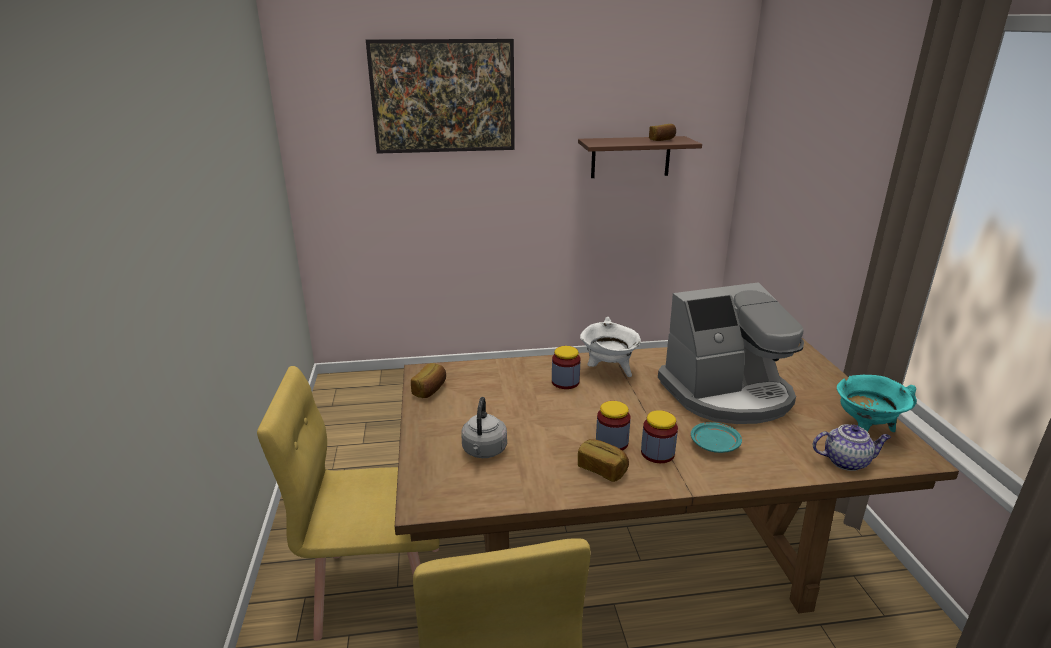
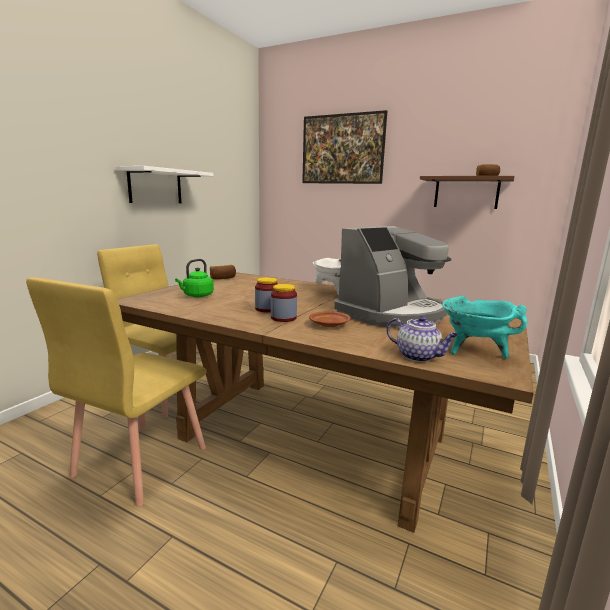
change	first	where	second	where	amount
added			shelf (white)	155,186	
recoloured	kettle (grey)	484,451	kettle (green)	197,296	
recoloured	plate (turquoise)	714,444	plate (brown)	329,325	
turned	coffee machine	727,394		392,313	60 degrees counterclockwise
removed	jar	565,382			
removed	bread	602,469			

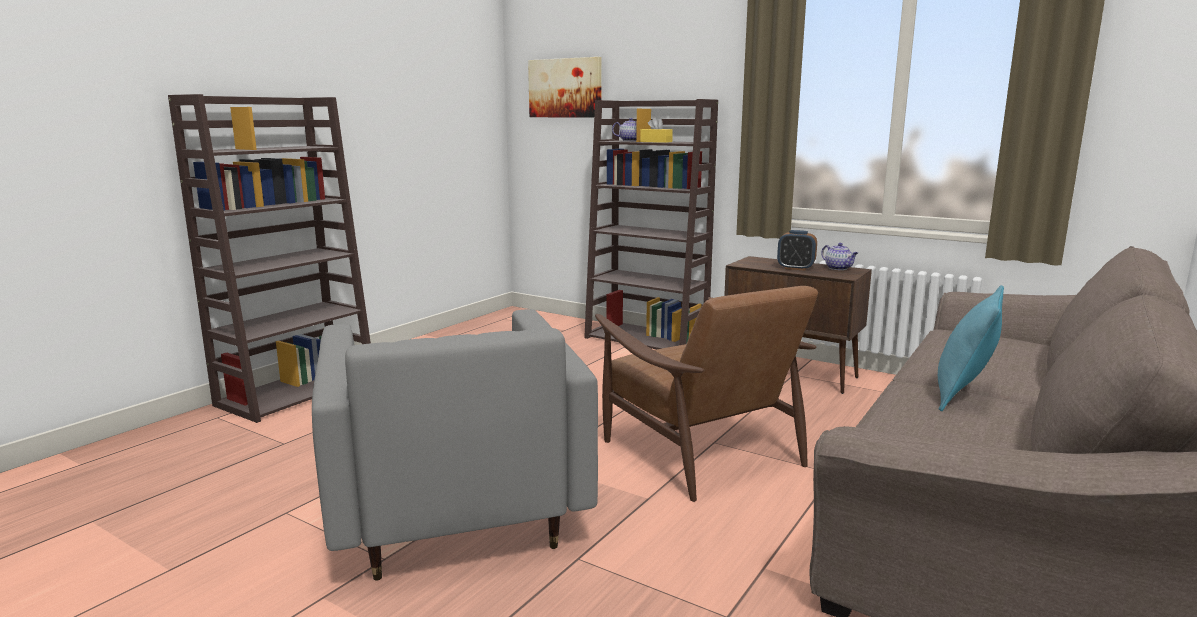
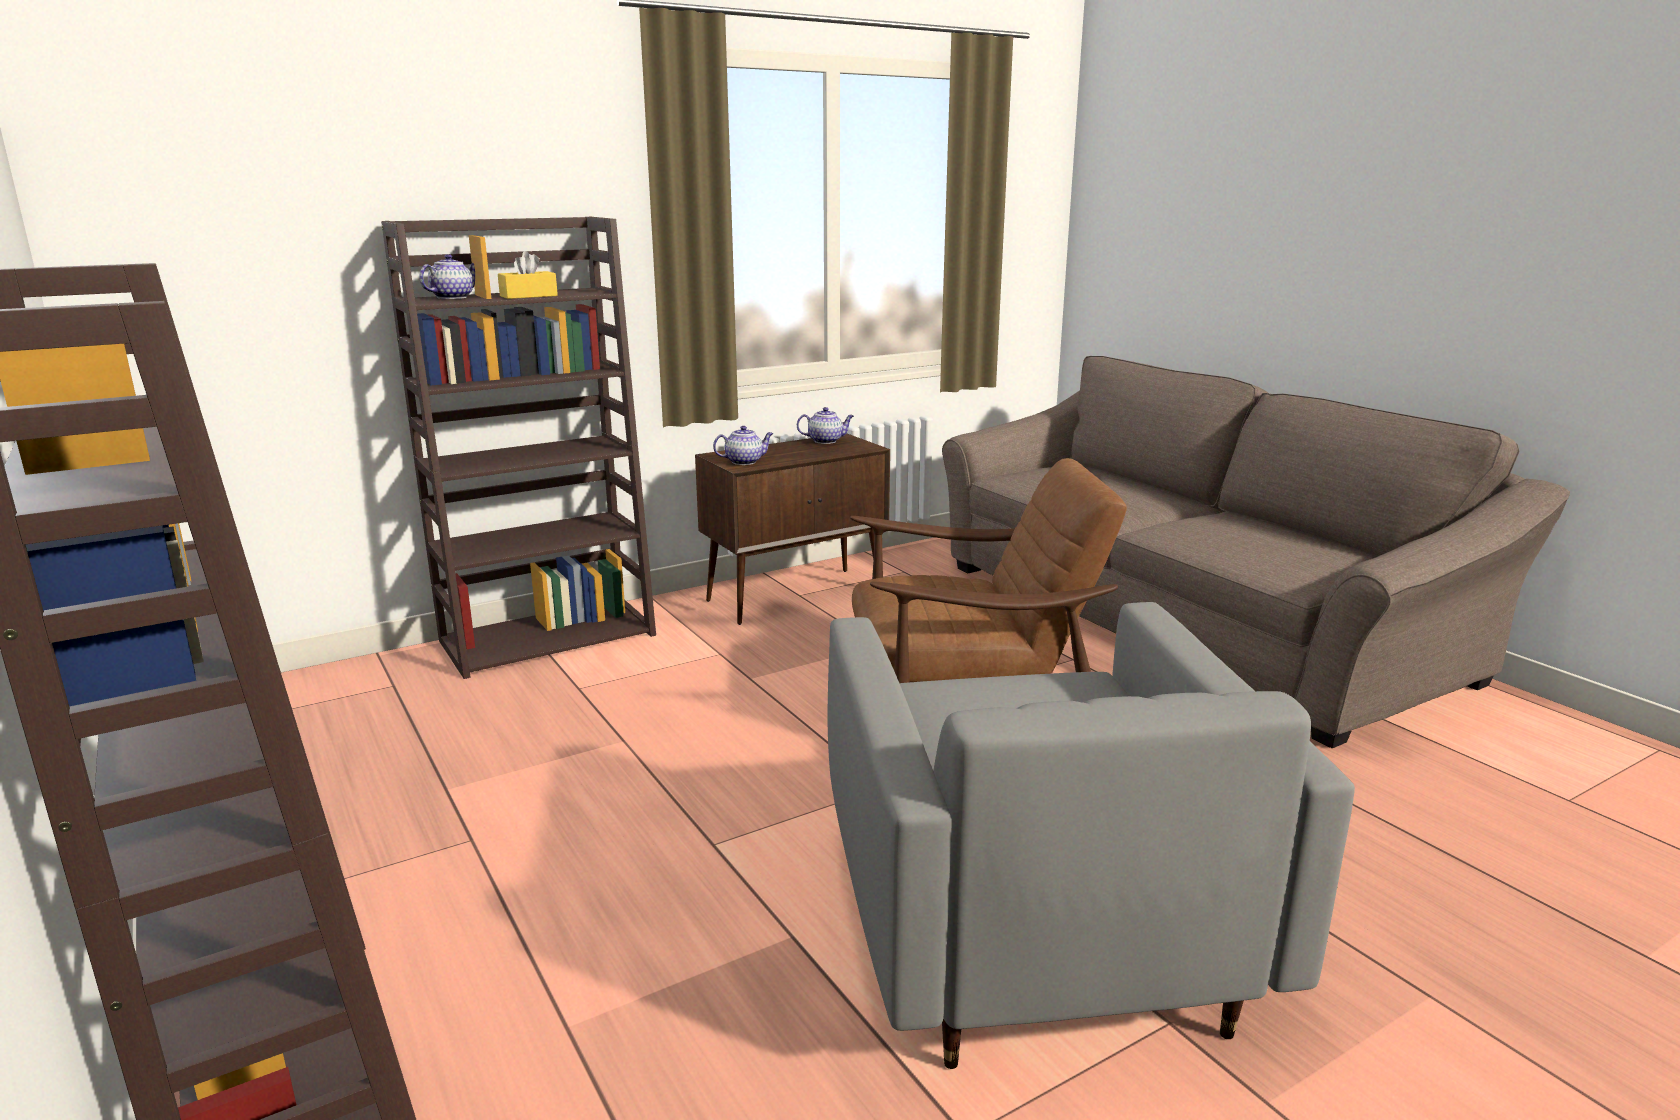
change	first	where	second	where	amount
added			teapot	744,462	
turned	armchair (grey)	454,507		1034,929	75 degrees clockwise
removed	picture	565,88			
removed	alarm clock	795,268			
removed	pillow (turquoise)	962,395			

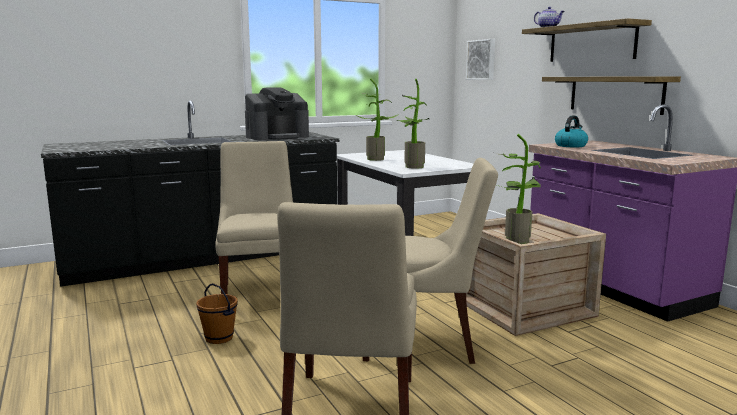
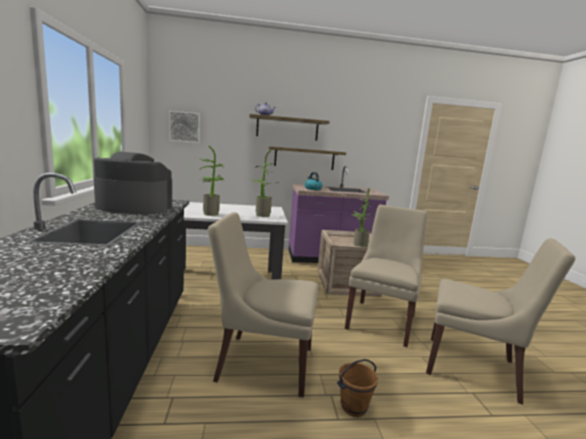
change	first	where	second	where	amount
turned	coffee machine	277,137		134,207	75 degrees counterclockwise

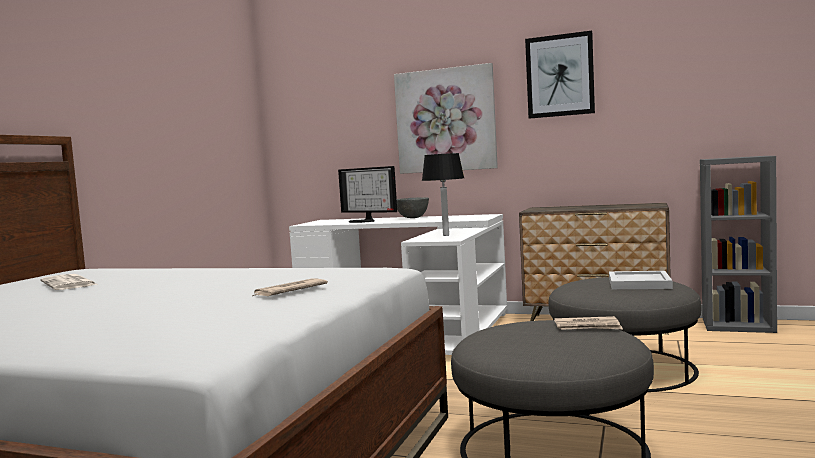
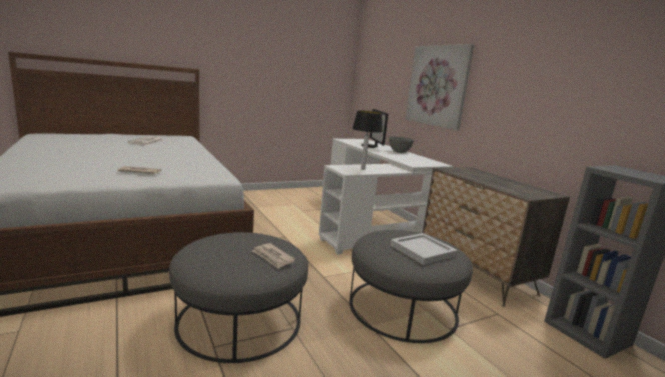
change	first	where	second	where	amount
removed	picture	560,75			

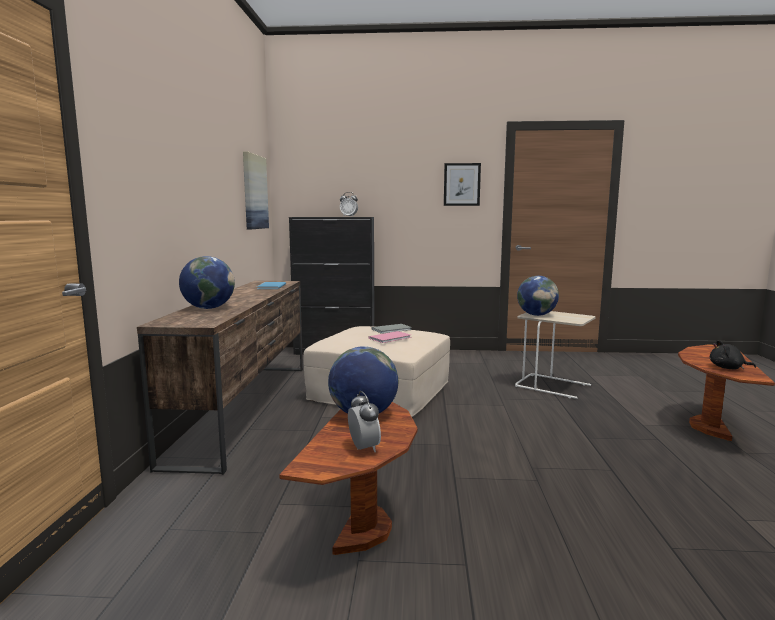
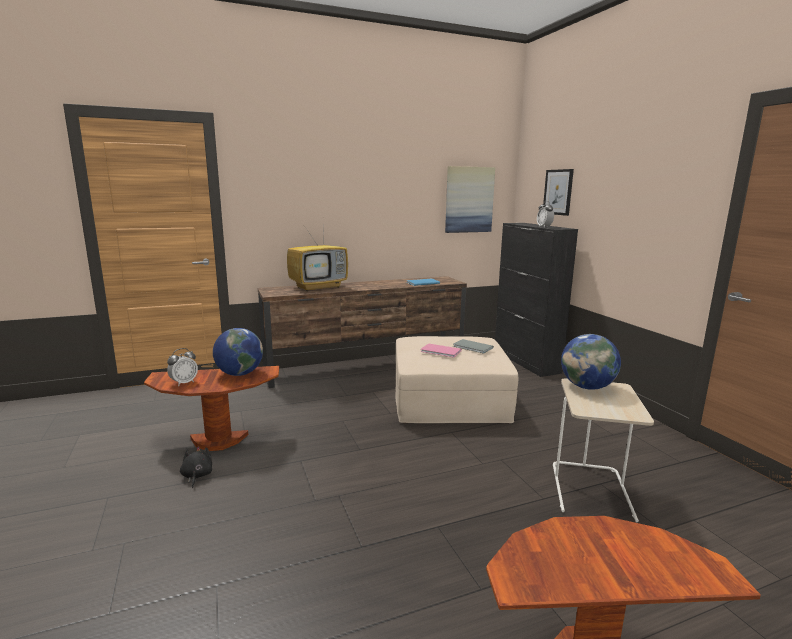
change	first	where	second	where	amount
moved	plush toy (black)	728,368		197,476	
replaced	globe	208,308	television	319,287	
moved	picture	462,184		558,192	

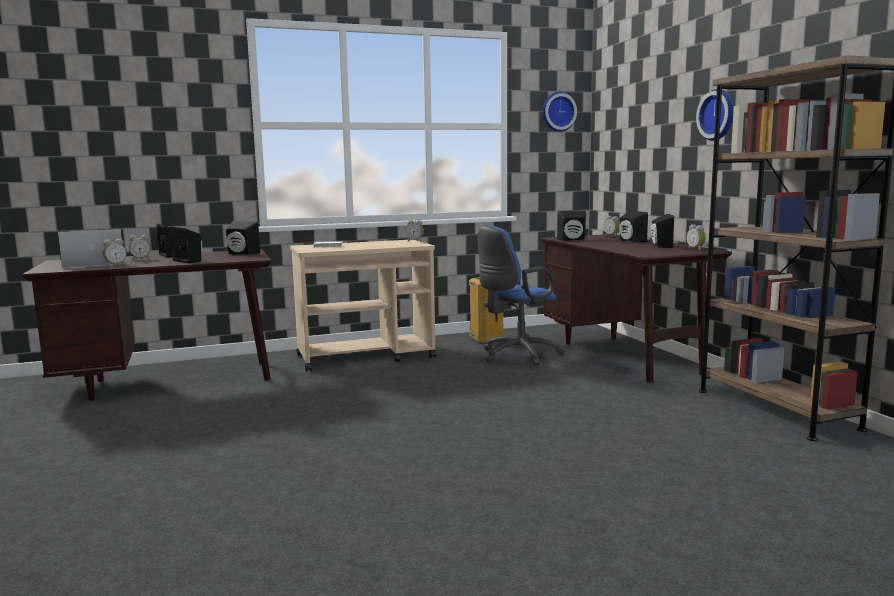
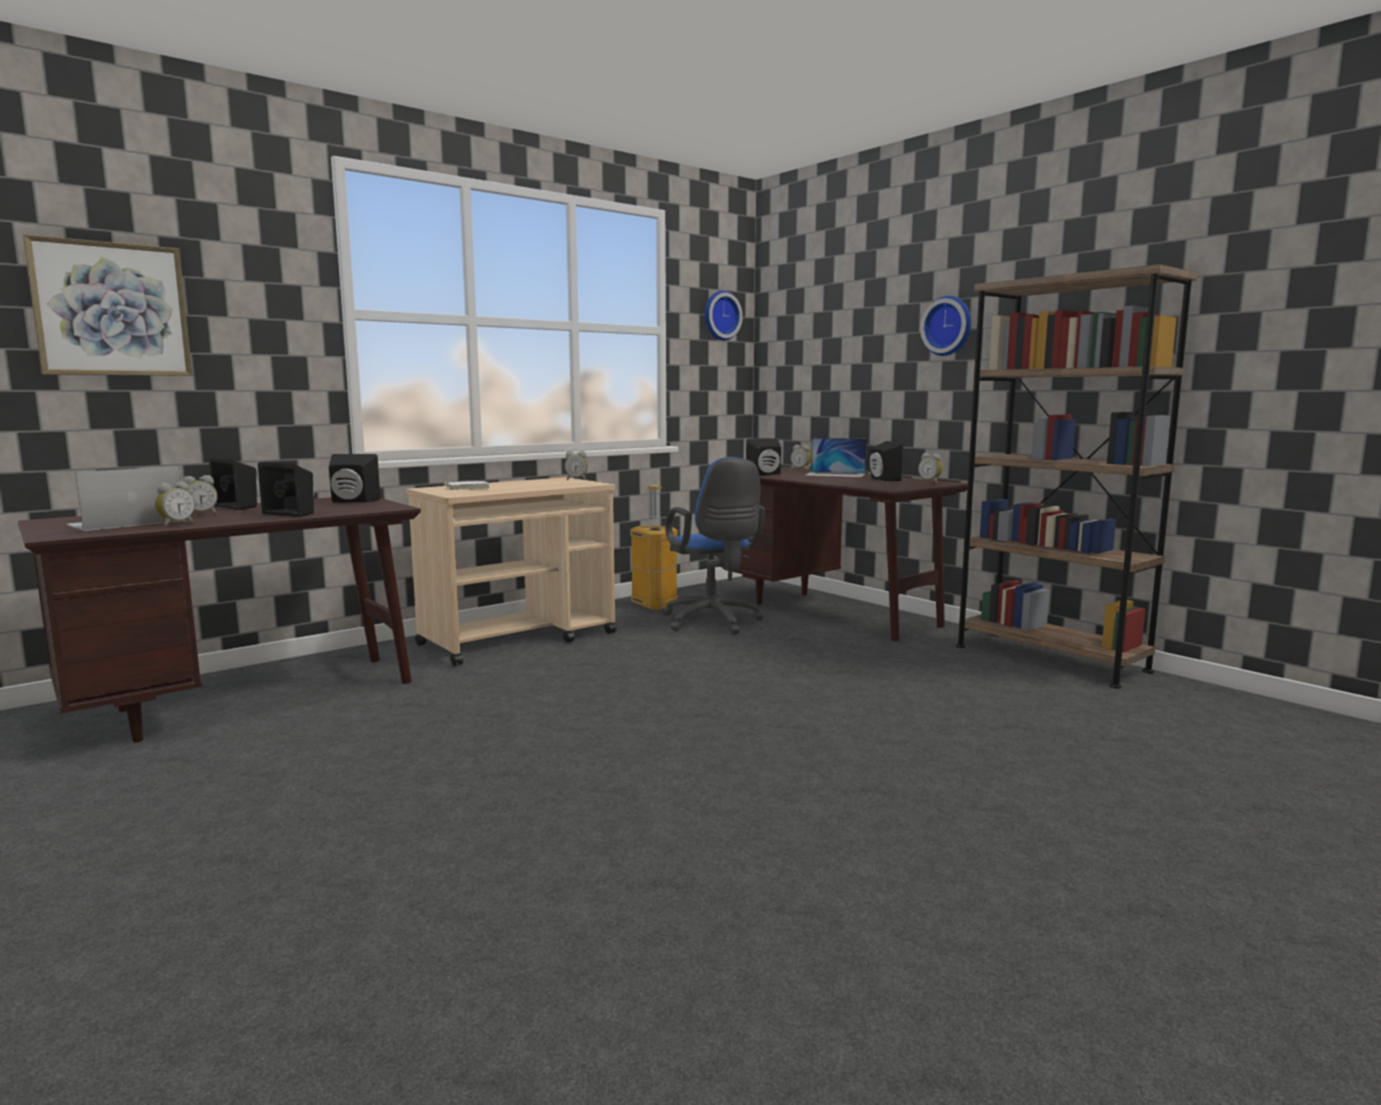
change	first	where	second	where	amount
added			picture	112,309	
turned	office chair (blue)	516,356		713,623	60 degrees counterclockwise
replaced	speaker (black)	630,241	laptop	835,474	

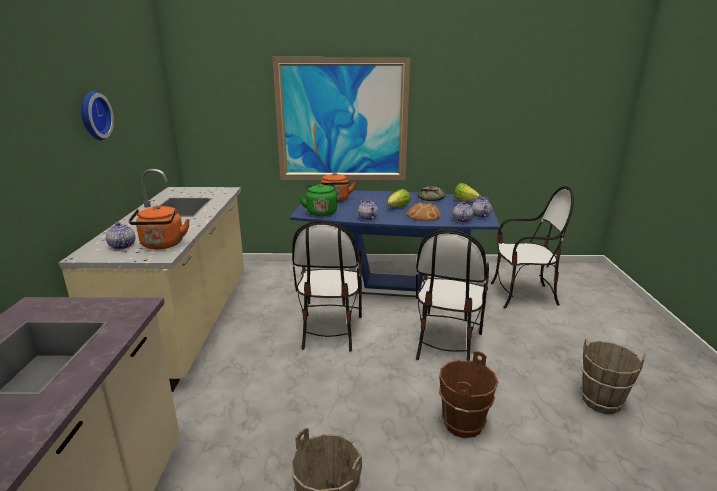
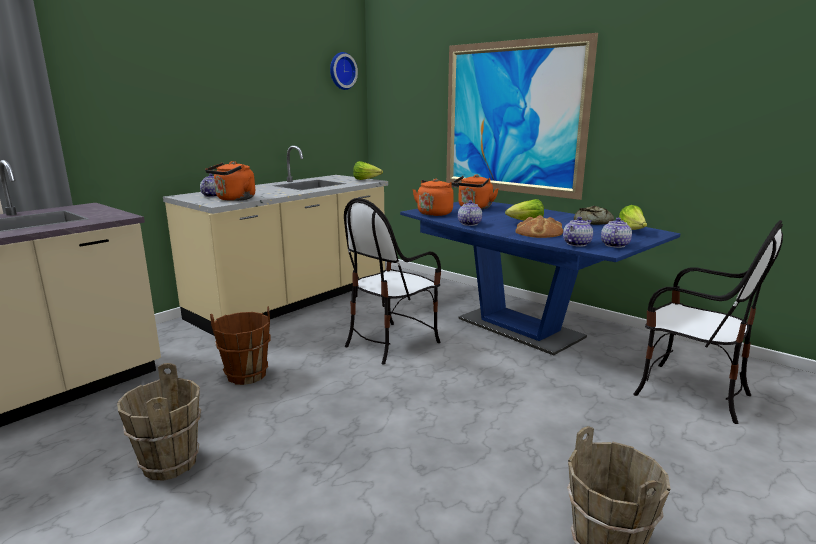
change	first	where	second	where	amount
moved	bucket (brown)	462,424		246,375	
moved	wall clock	93,115		341,71	
added			lettuce	366,180	
recoloured	kettle (green)	321,212	kettle (orange)	435,213	
removed	chair	446,344			

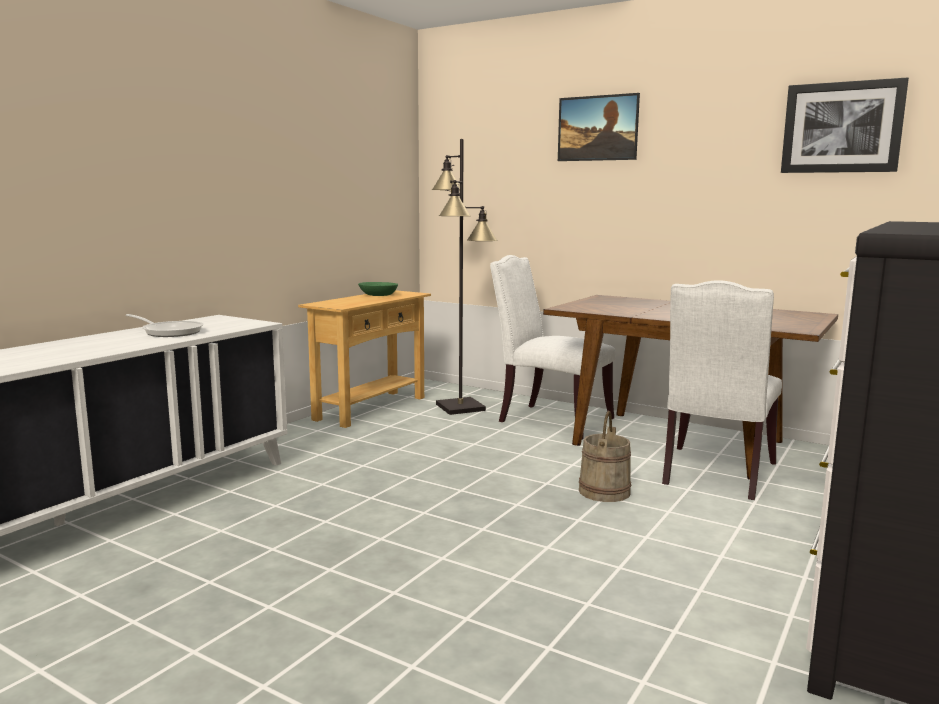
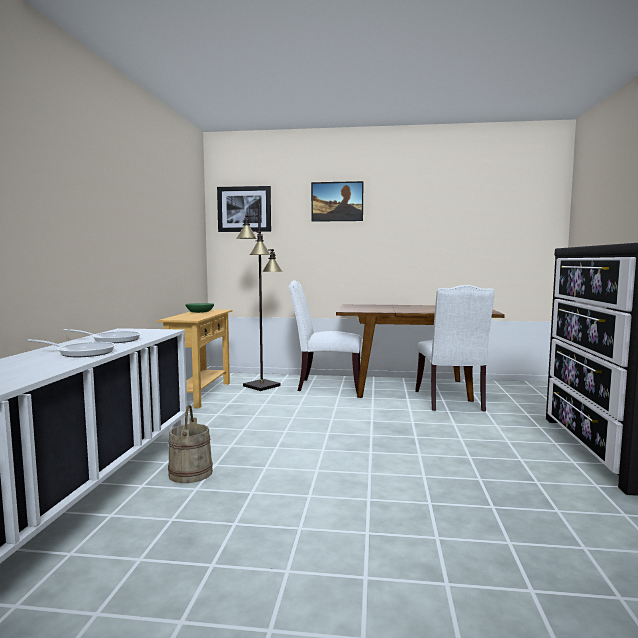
change	first	where	second	where	amount
added			frying pan	82,352	
moved	bucket (beige)	604,491		190,473	
moved	picture	841,127		244,209	

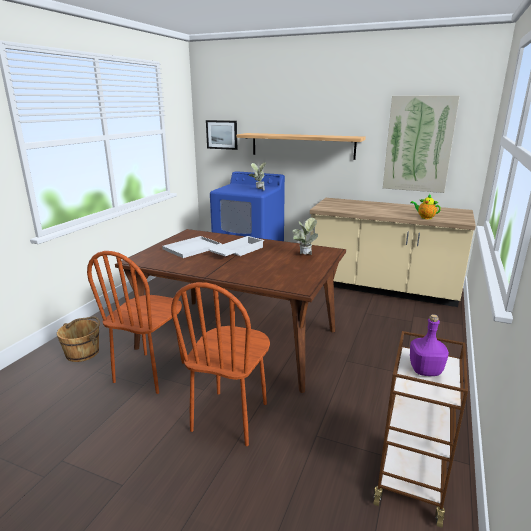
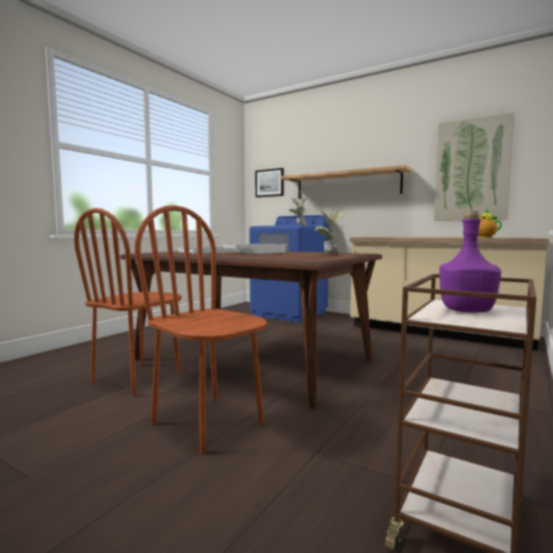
change	first	where	second	where	amount
turned	chair (brown)	230,417		208,423	105 degrees clockwise
removed	bucket (brown)	83,352			

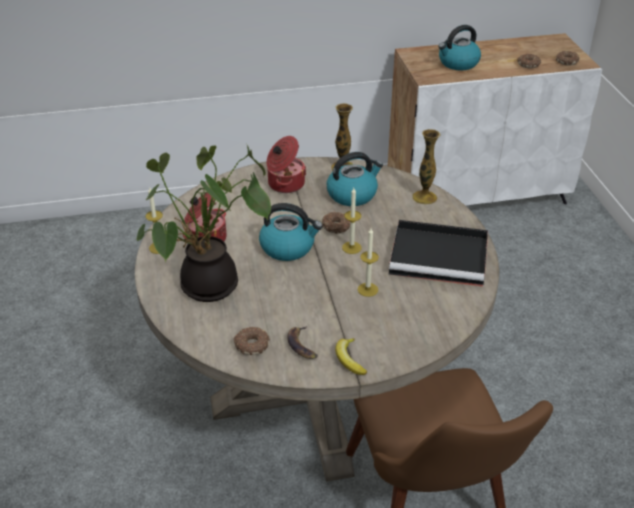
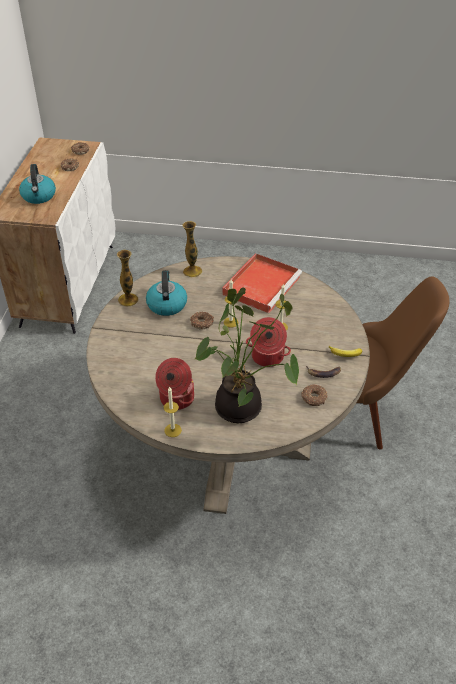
change	first	where	second	where	amount
recoloured	tray (black)	441,256	tray (red)	262,284	
moved	cooking pot	285,184		267,357	
removed	kettle	288,247			

